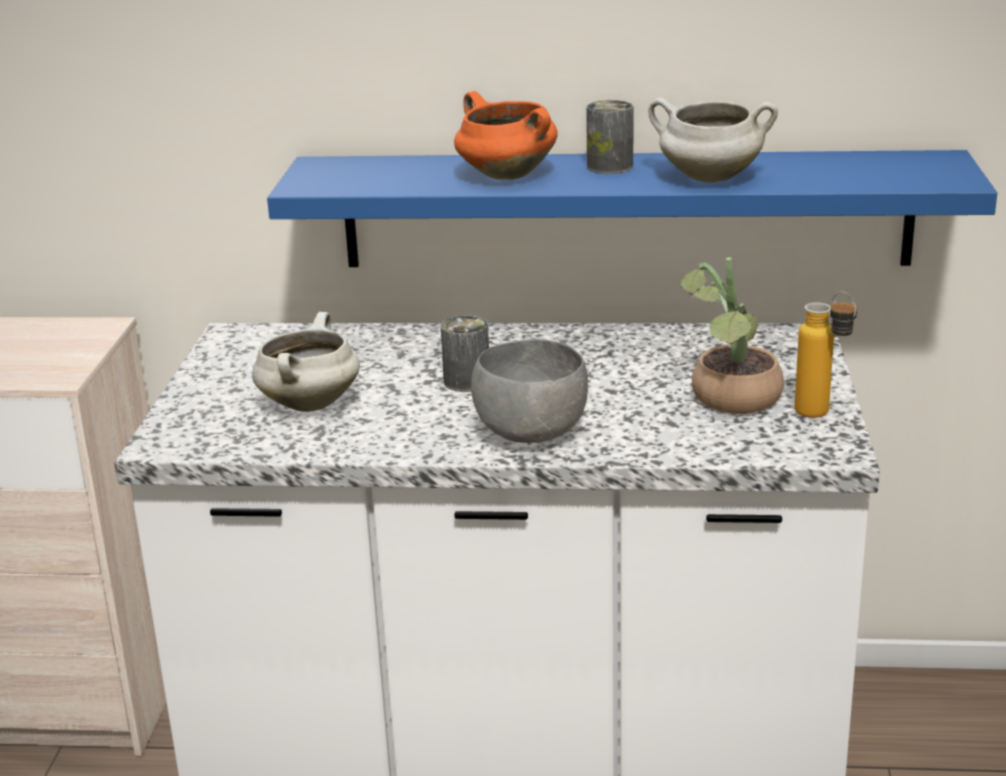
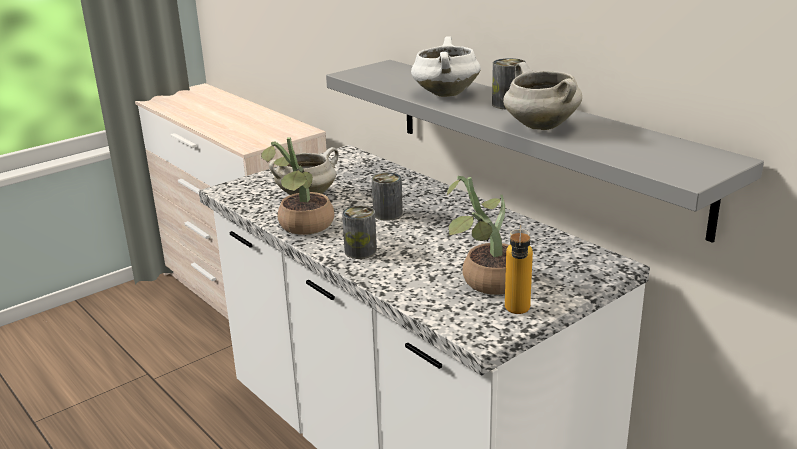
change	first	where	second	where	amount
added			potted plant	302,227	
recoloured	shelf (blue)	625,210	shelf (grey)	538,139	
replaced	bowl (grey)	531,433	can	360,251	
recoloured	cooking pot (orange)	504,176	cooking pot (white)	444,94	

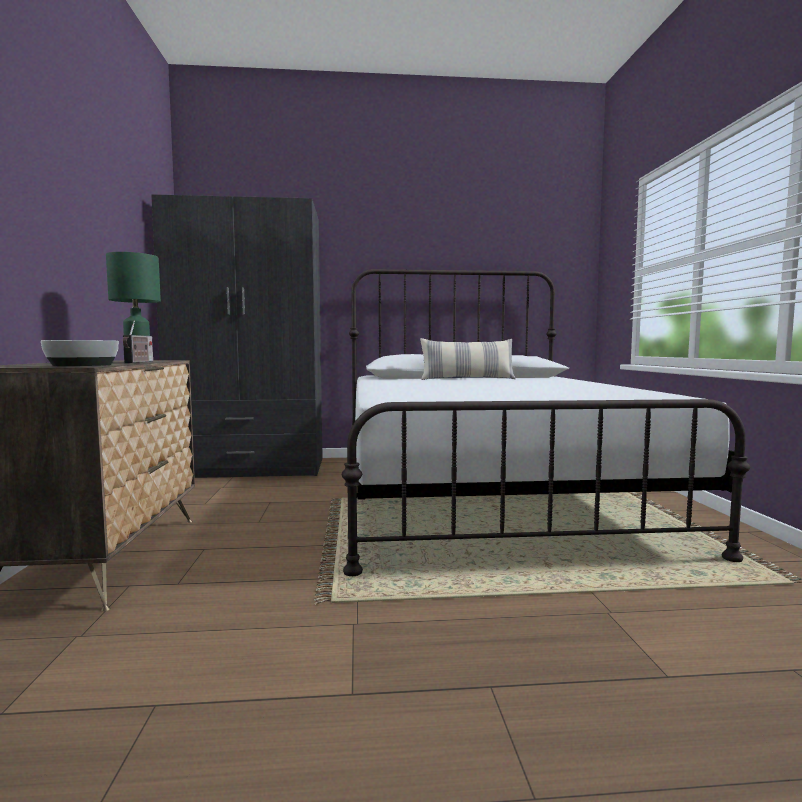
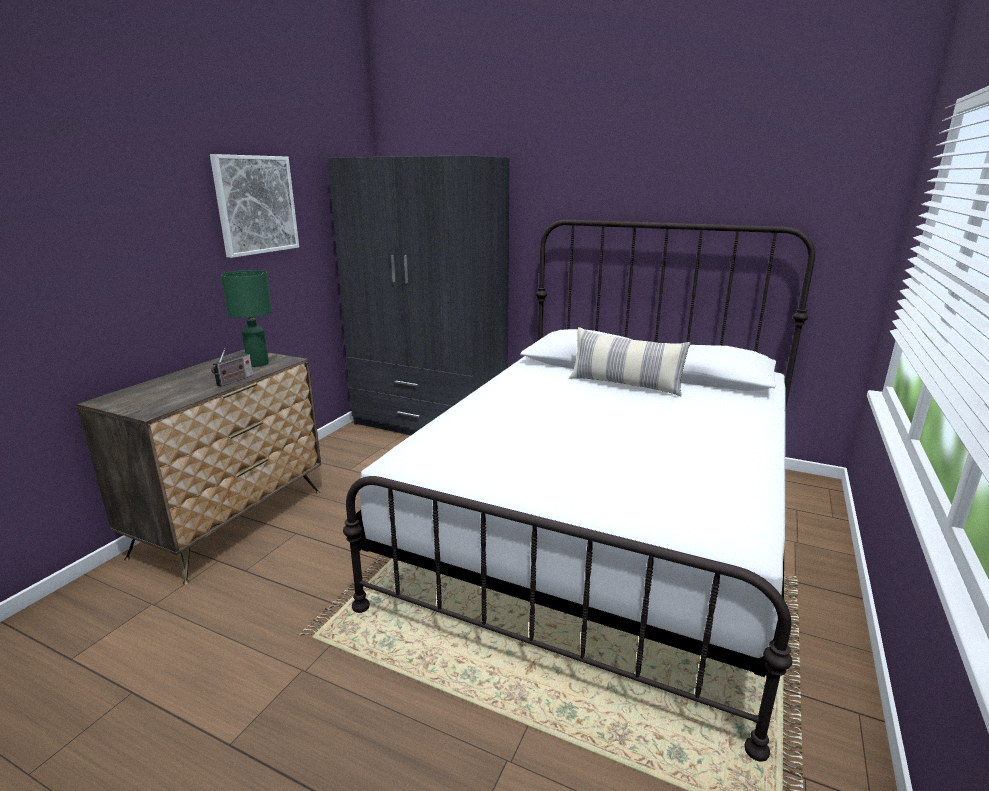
change	first	where	second	where	amount
added			picture	256,205	
removed	bowl	83,365			

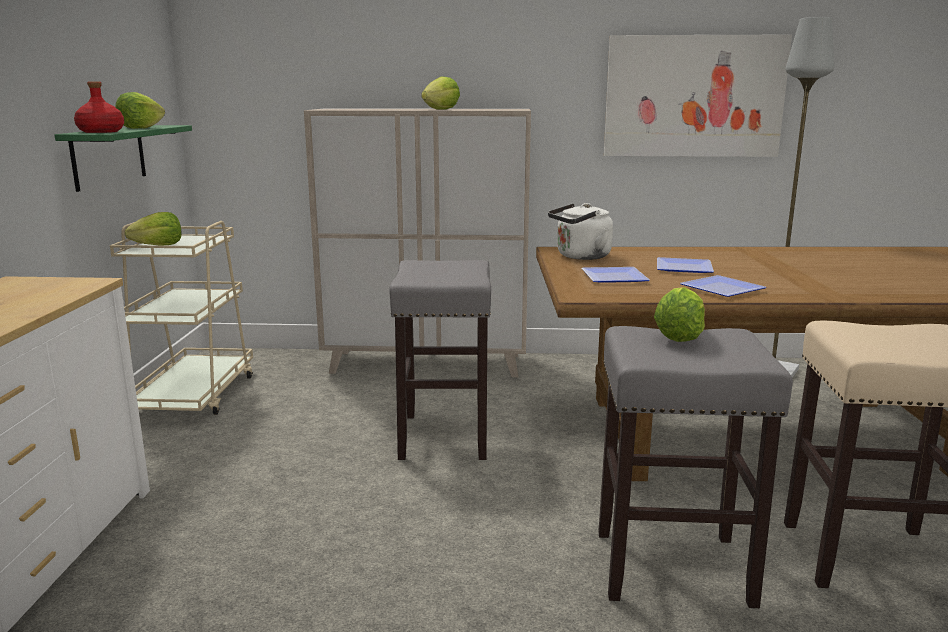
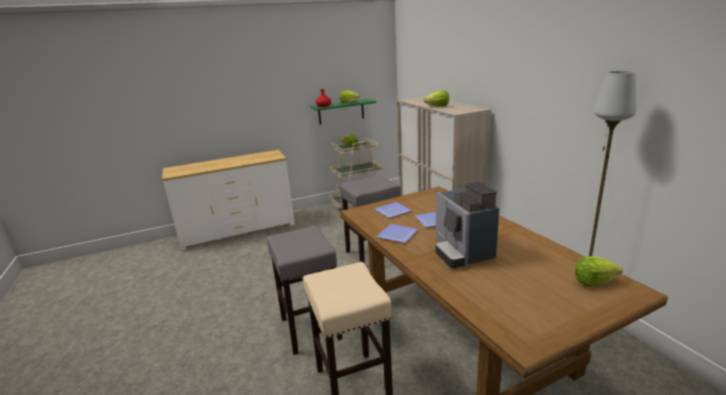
change	first	where	second	where	amount
added			coffee machine	462,252	
moved	lettuce	679,335		594,282	
removed	kettle (white)	580,256			
removed	picture	693,96			

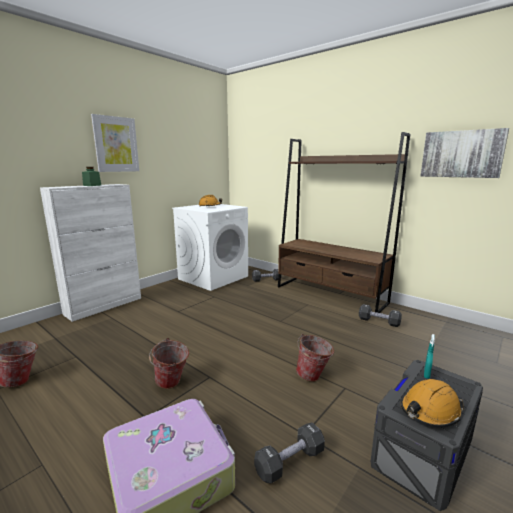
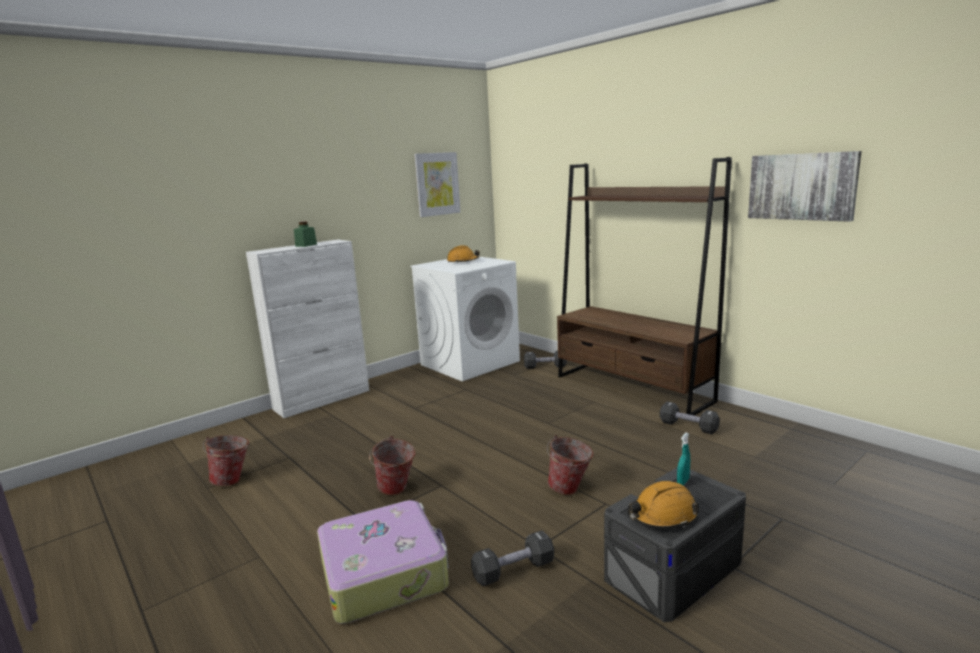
change	first	where	second	where	amount
moved	picture	116,144		437,184	

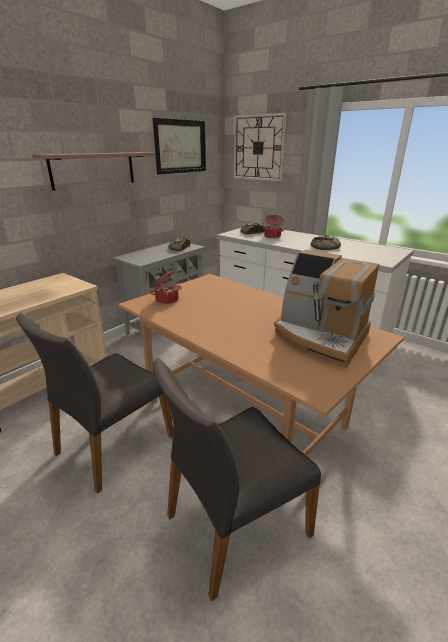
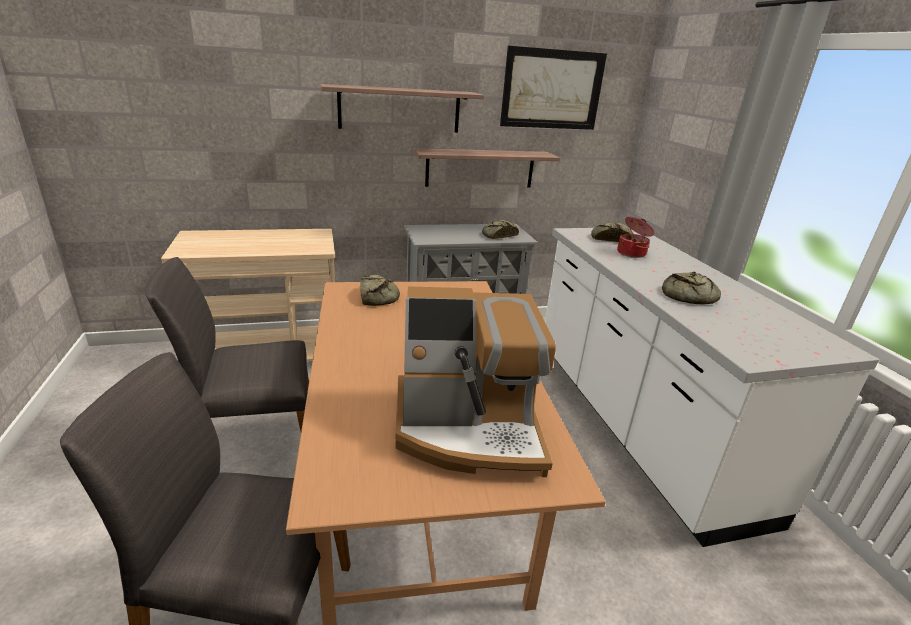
change	first	where	second	where	amount
replaced	cooking pot	166,299	bread	378,296	
turned	coffee machine	320,337		468,429	75 degrees counterclockwise
added			shelf	480,168	
removed	wall clock	258,148			

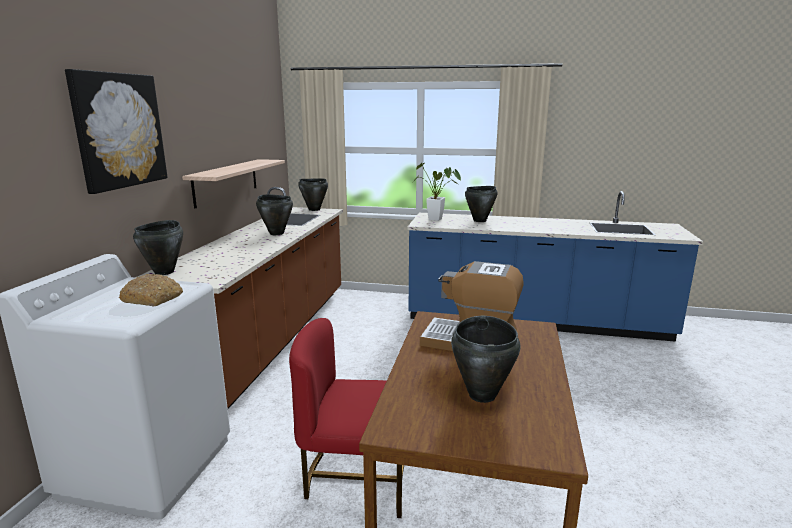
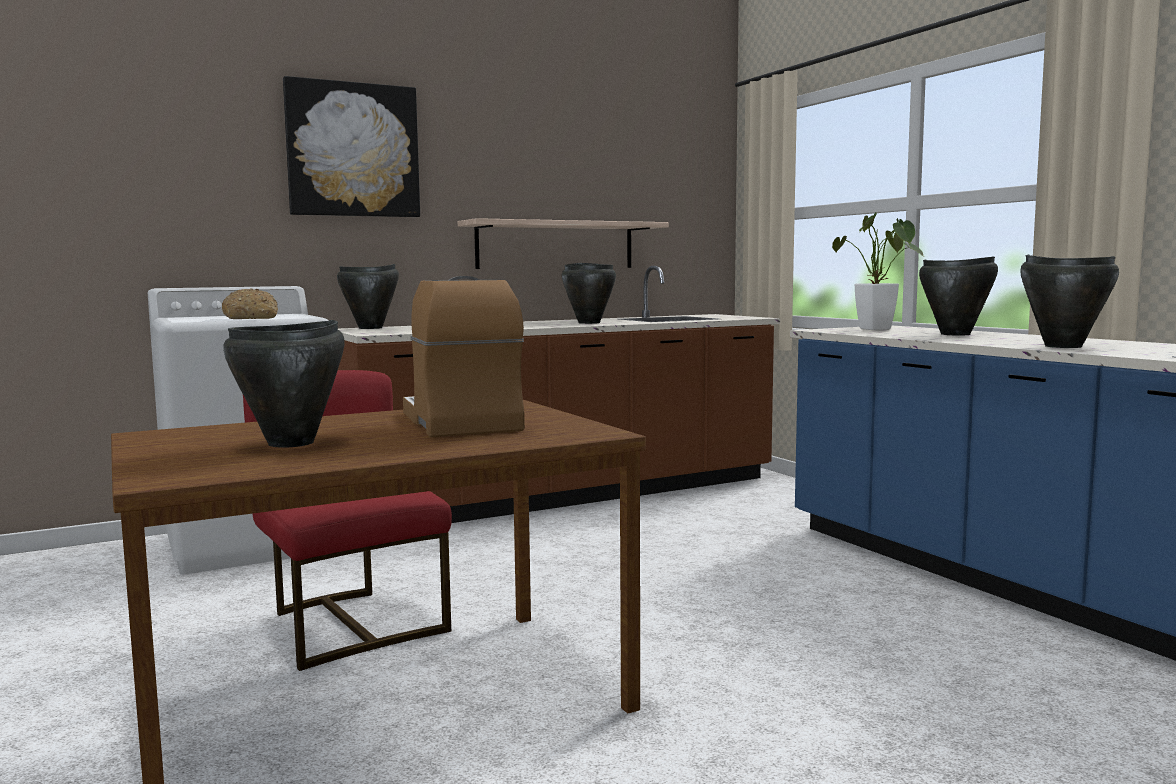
change	first	where	second	where	amount
moved	cooking pot (black)	314,209		1062,346	

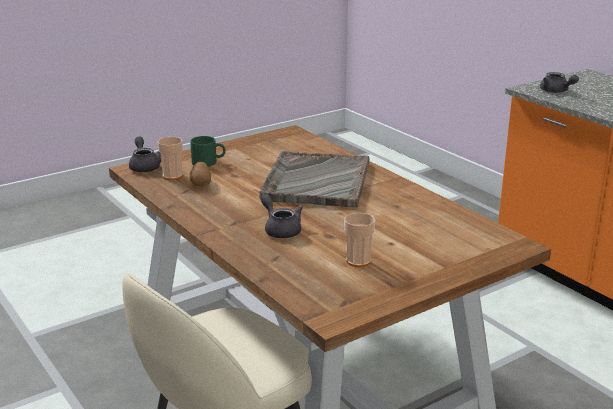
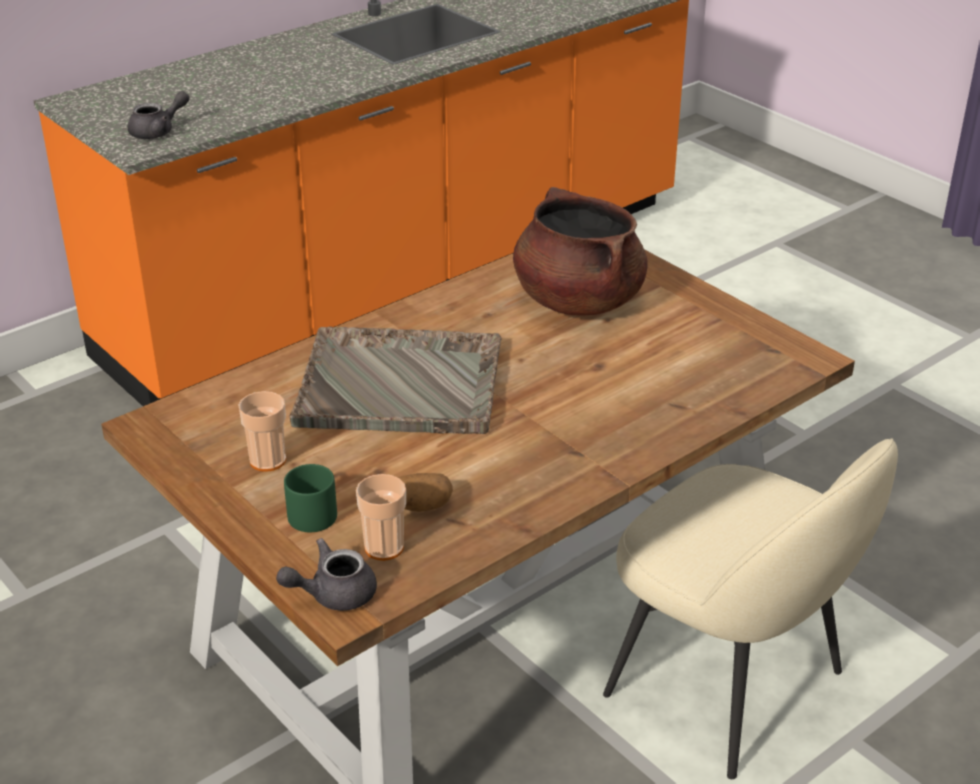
change	first	where	second	where	amount
moved	cup	358,261		268,460	
added			cooking pot (brown)	577,300	
removed	teapot (grey)	280,230			

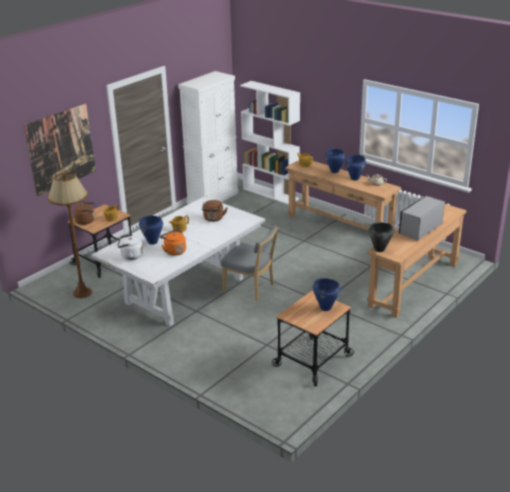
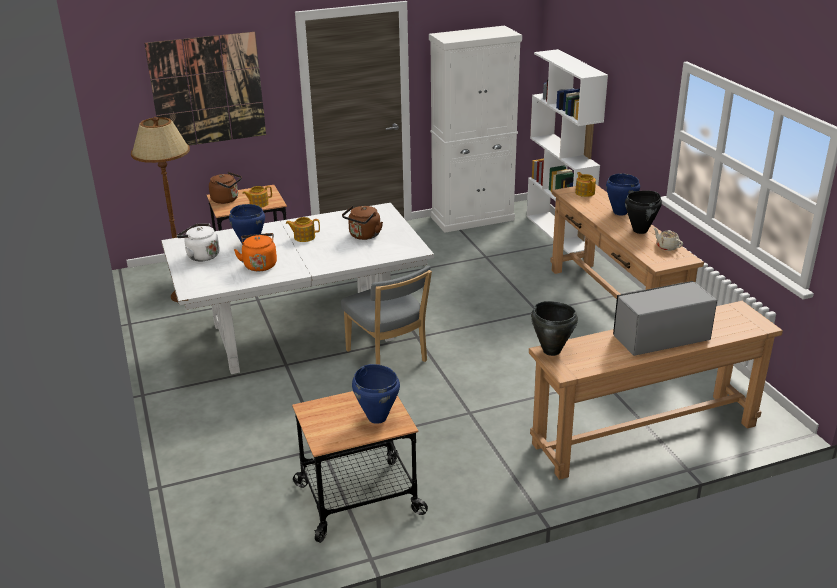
change	first	where	second	where	amount
recoloured	cooking pot (blue)	355,178	cooking pot (black)	640,230	

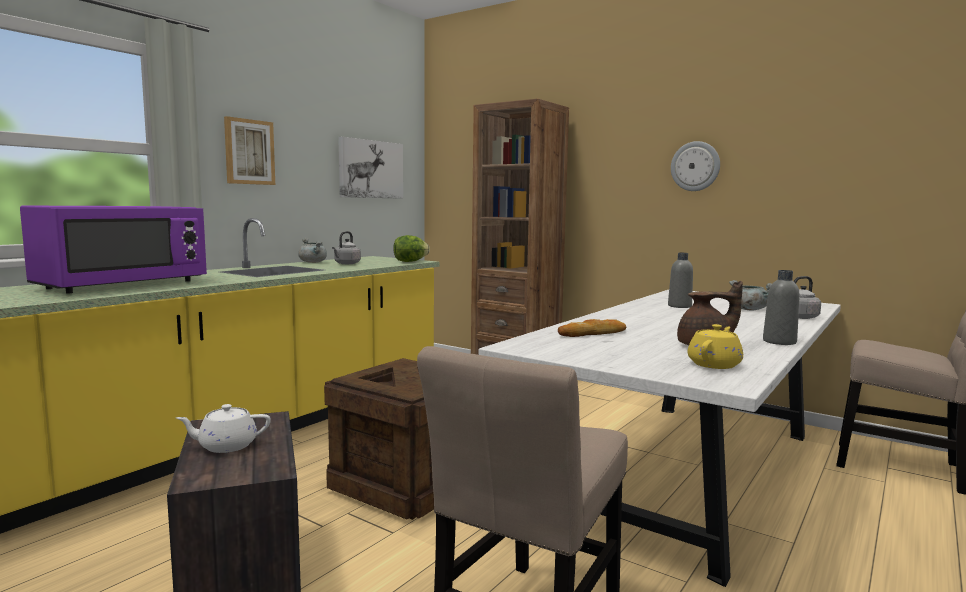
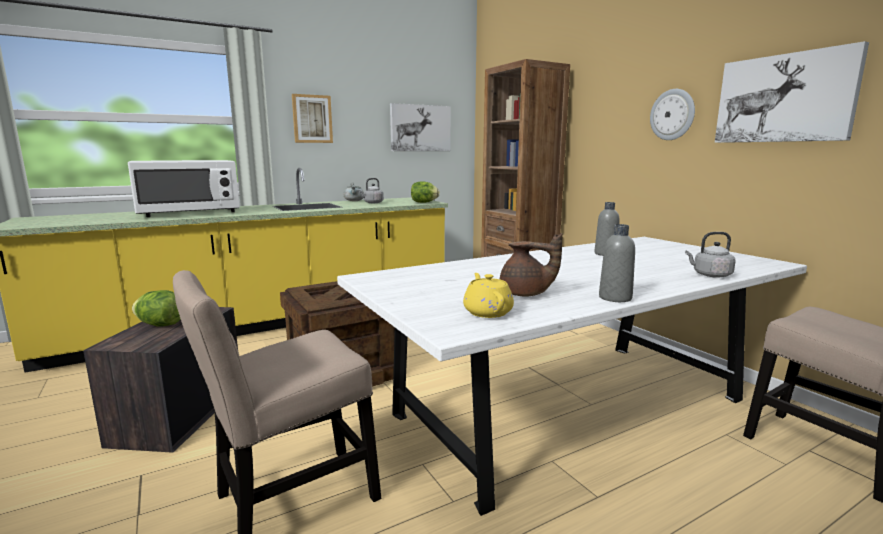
change	first	where	second	where	amount
recoloured	microwave (purple)	122,285	microwave (white)	189,213	
replaced	teapot (white)	226,446	lettuce	161,325	
turned	teapot (yellow)	714,364		487,312	75 degrees counterclockwise
added			picture	784,98	
removed	bread	593,333			
removed	cooking pot (grey)	749,309			

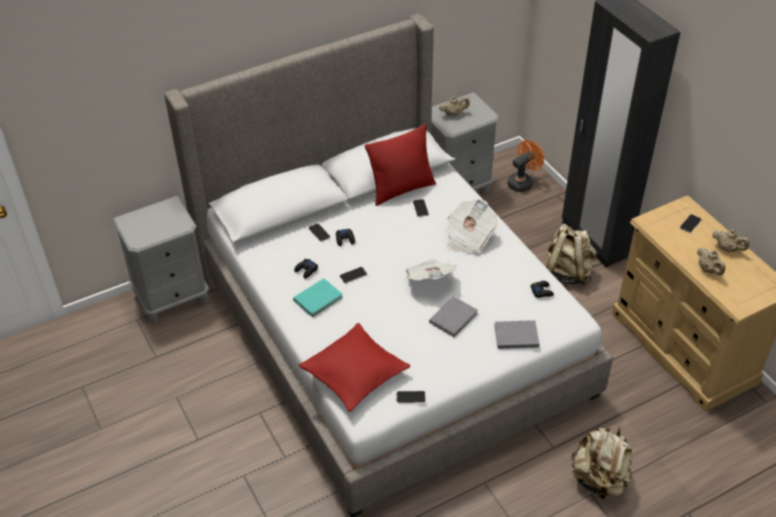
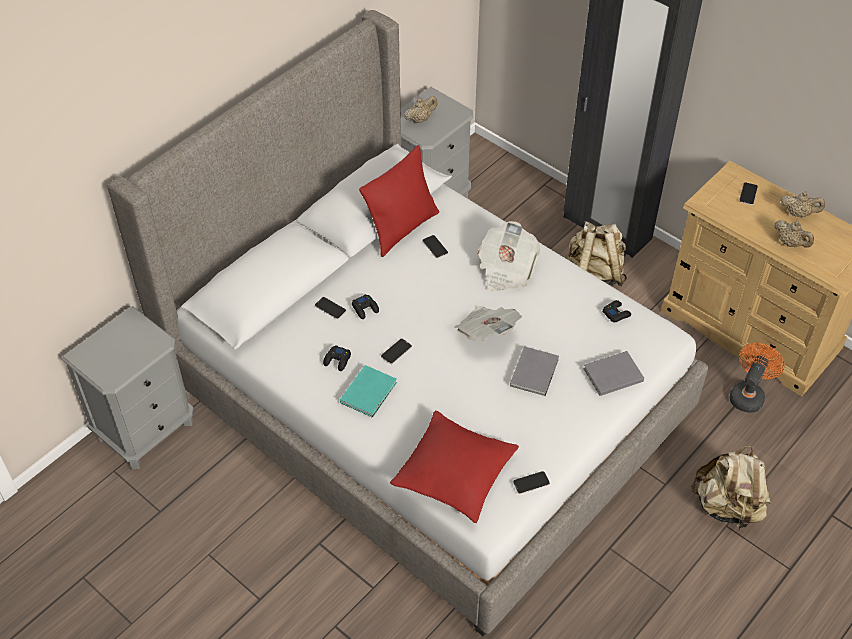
change	first	where	second	where	amount
moved	fan (orange)	522,182		748,394	

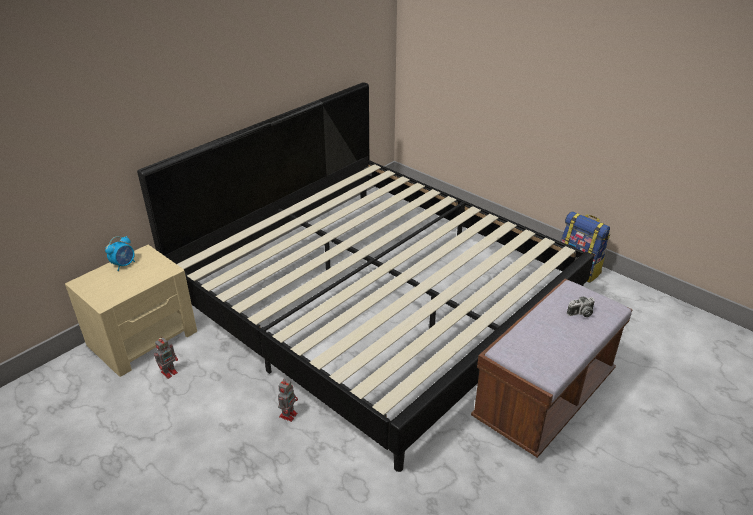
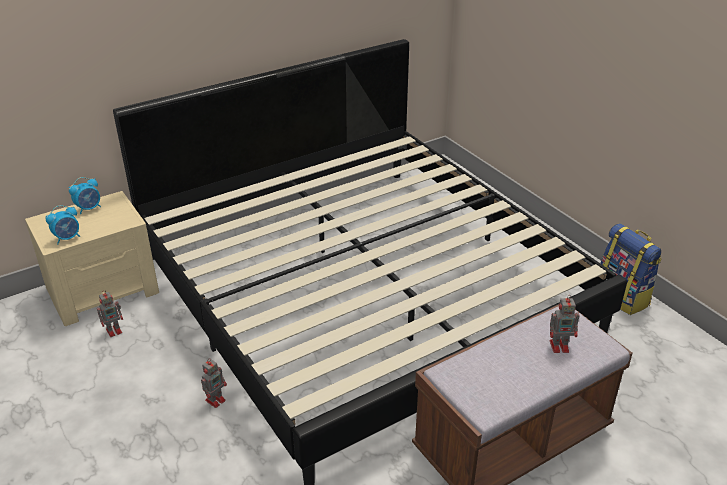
change	first	where	second	where	amount
added			alarm clock	68,238	
replaced	photo camera	580,313	toy robot	560,346	

